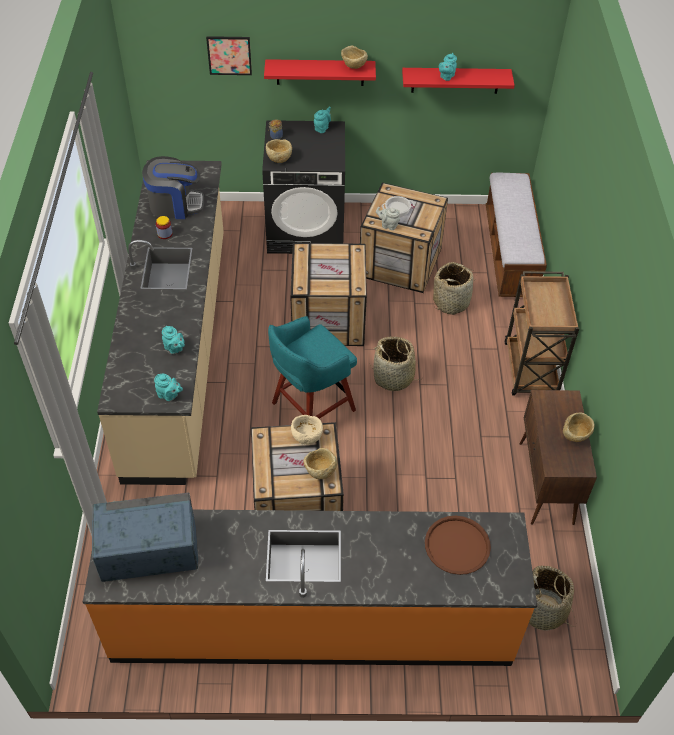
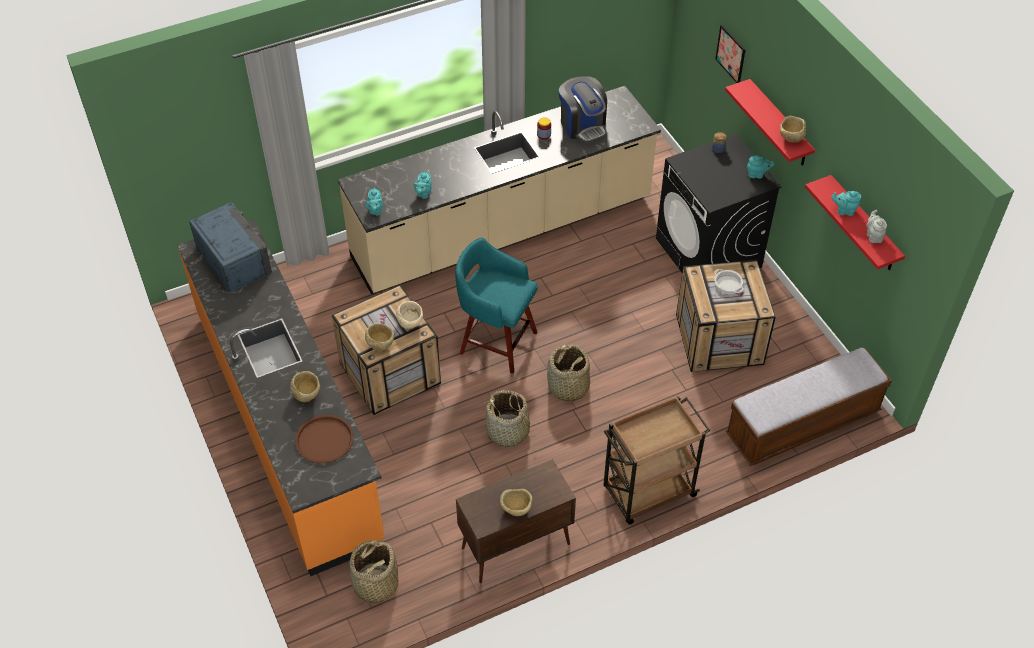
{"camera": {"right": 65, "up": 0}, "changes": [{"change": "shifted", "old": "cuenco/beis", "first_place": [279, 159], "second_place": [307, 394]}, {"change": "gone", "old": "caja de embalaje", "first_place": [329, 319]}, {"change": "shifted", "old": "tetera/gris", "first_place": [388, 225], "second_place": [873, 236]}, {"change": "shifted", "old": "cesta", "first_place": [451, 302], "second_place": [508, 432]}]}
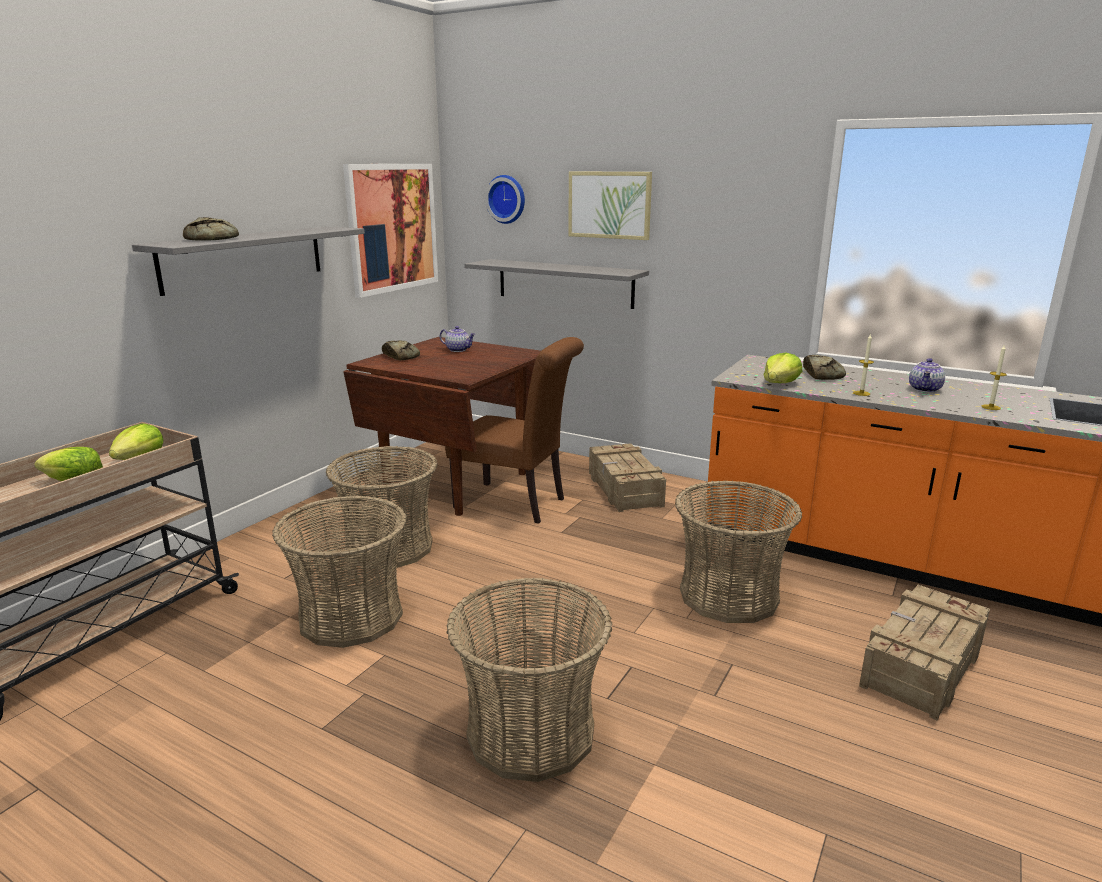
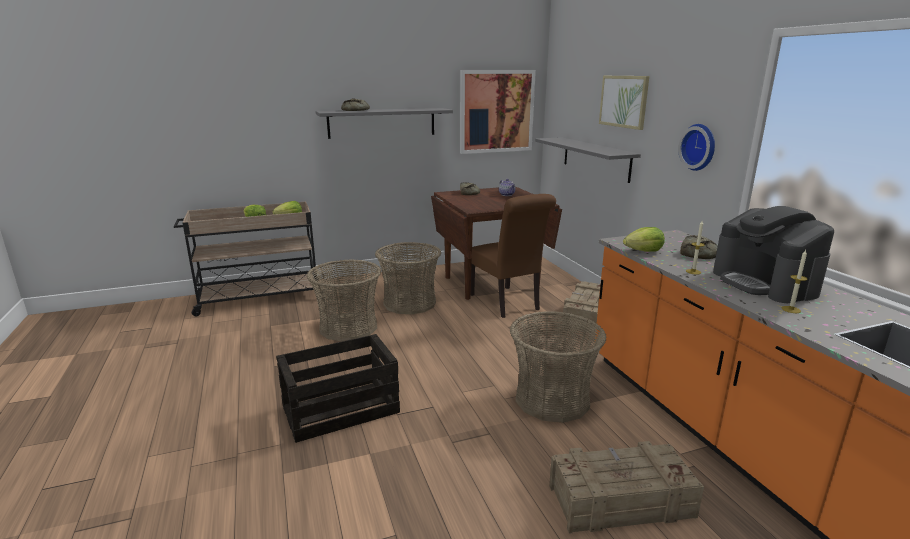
{"camera": {"right": 40, "up": 0}, "changes": [{"change": "swapped", "old": "cesta", "new": "caja de embalaje", "first_place": [530, 732], "second_place": [341, 409]}, {"change": "shifted", "old": "reloj de pared", "first_place": [507, 199], "second_place": [700, 147]}, {"change": "swapped", "old": "tetera", "new": "cafetera", "first_place": [925, 389], "second_place": [765, 283]}]}
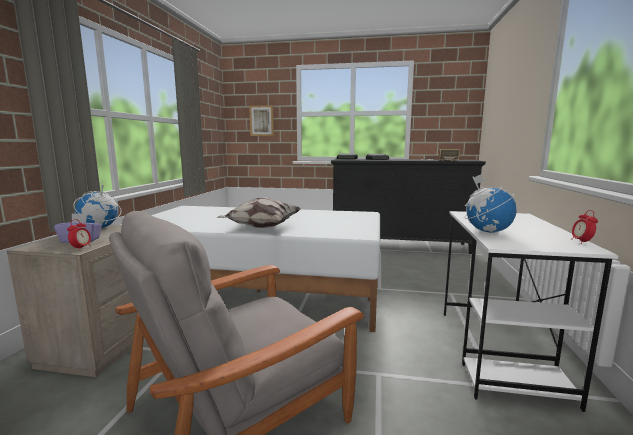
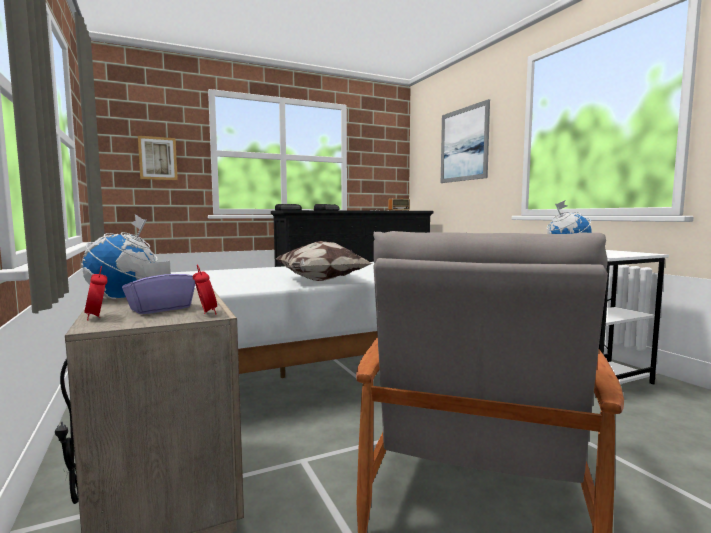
{"camera": {"right": -35, "up": -5}, "changes": [{"change": "shifted", "old": "despertador", "first_place": [581, 242], "second_place": [97, 317]}, {"change": "new", "new": "cuadro", "second_place": [464, 144]}]}
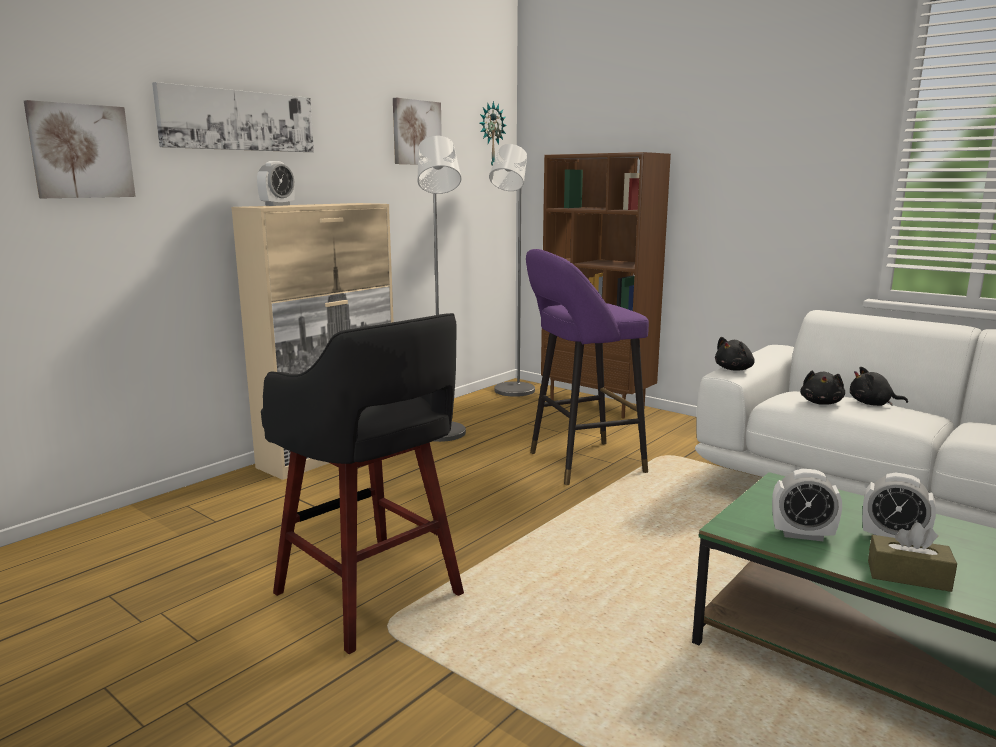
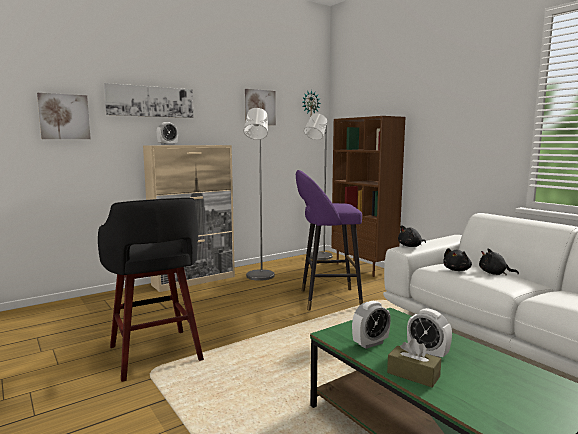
{"camera": {"right": 15, "up": -5}, "changes": [{"change": "rotated", "old": "despertador", "first_place": [802, 535], "second_place": [370, 343], "degrees": -60}]}
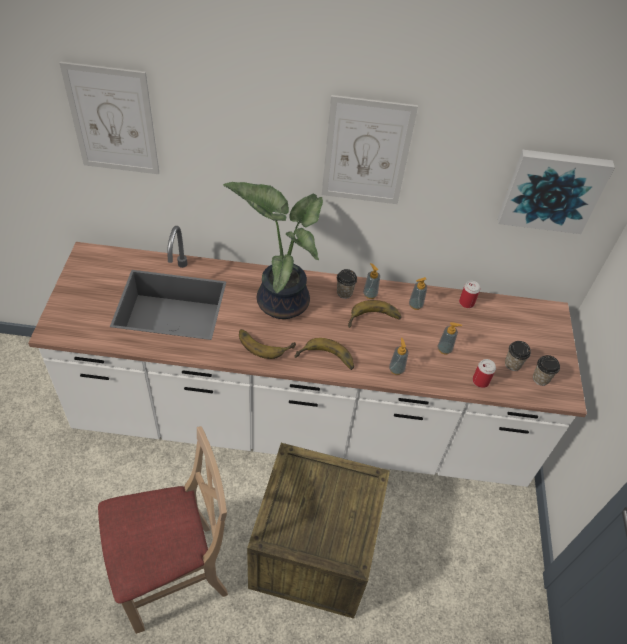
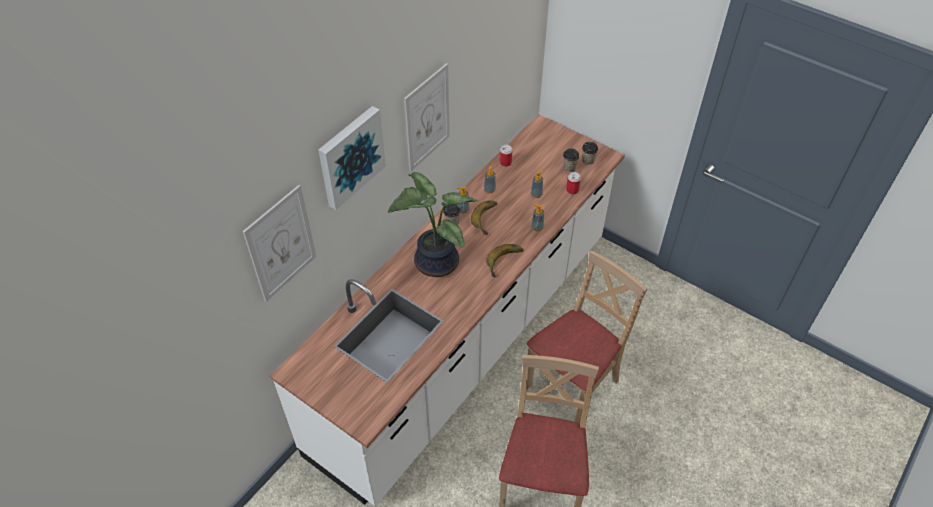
{"camera": {"right": -55, "up": 0}, "changes": [{"change": "gone", "old": "plátano", "first_place": [265, 342]}, {"change": "swapped", "old": "caja de embalaje", "new": "silla/beis", "first_place": [313, 551], "second_place": [573, 385]}, {"change": "shifted", "old": "cuadro", "first_place": [552, 190], "second_place": [350, 156]}]}
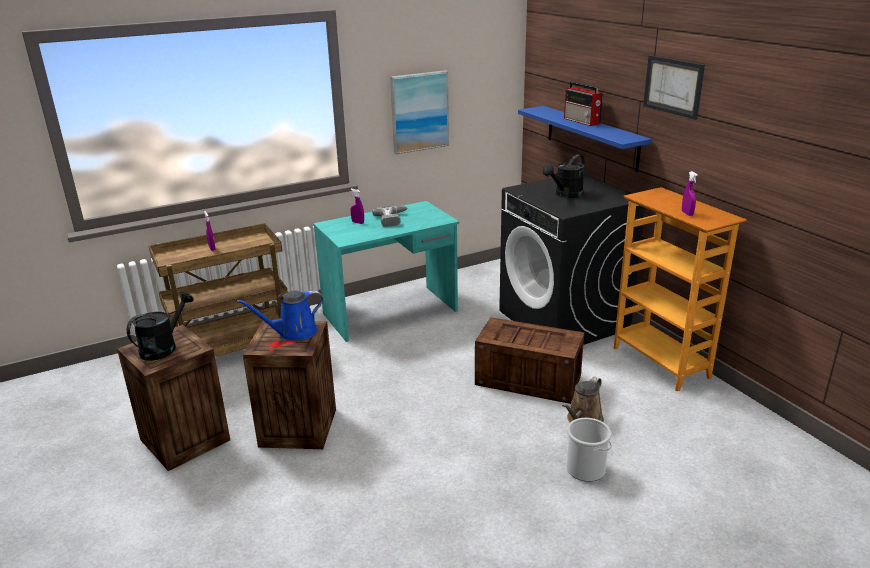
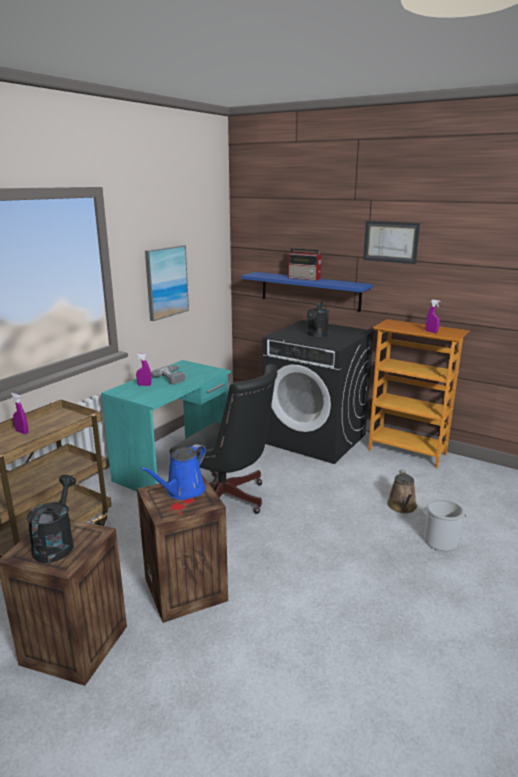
{"camera": {"right": -30, "up": -5}, "changes": [{"change": "gone", "old": "caja de embalaje", "first_place": [529, 380]}, {"change": "new", "new": "silla de oficina/negro", "second_place": [227, 500]}]}
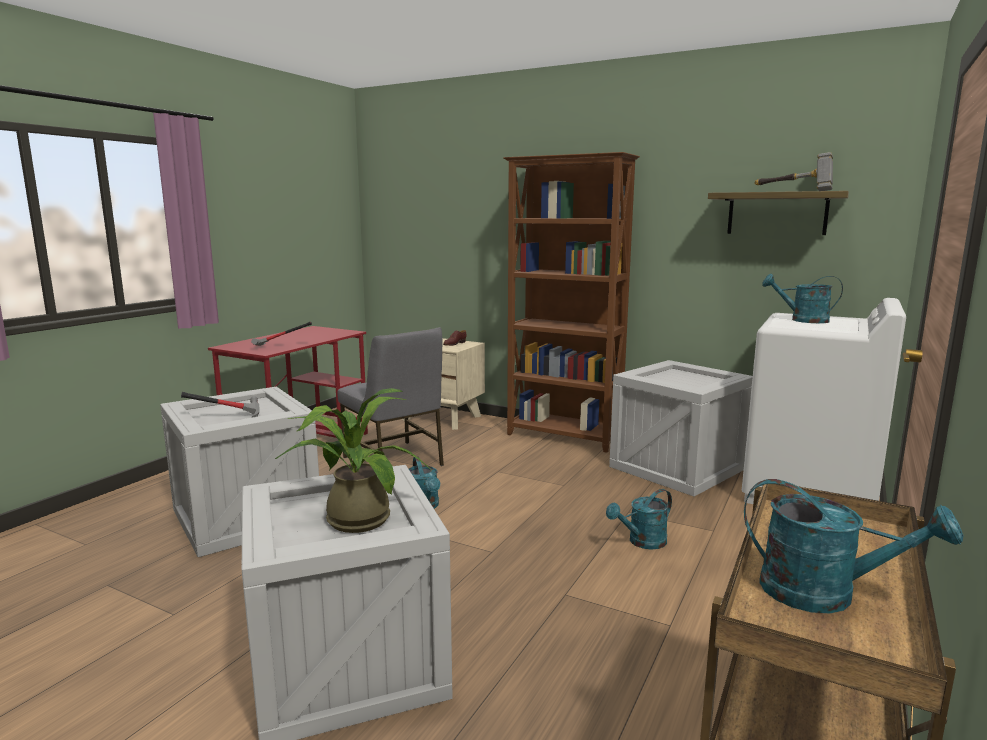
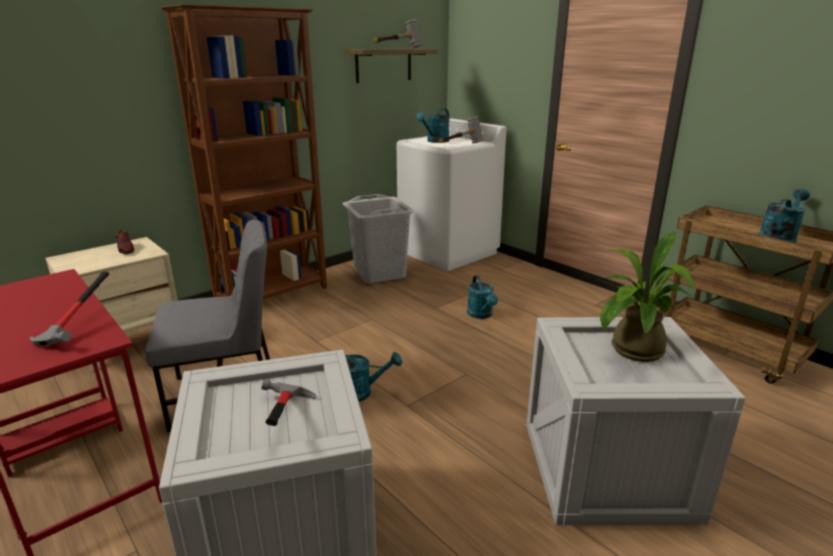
{"camera": {"right": -70, "up": 10}, "changes": [{"change": "swapped", "old": "caja de embalaje", "new": "cesto de la ropa/gris", "first_place": [677, 468], "second_place": [380, 273]}, {"change": "new", "new": "martillo", "second_place": [461, 145]}]}
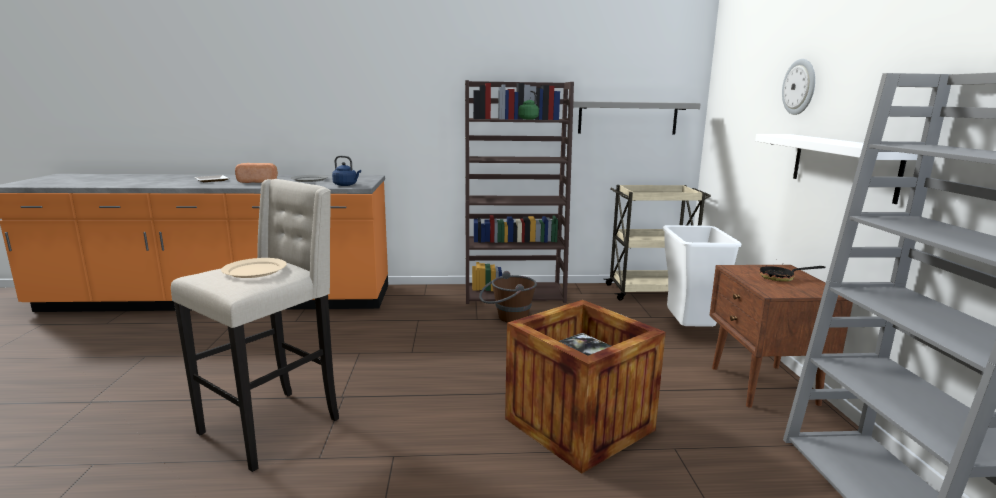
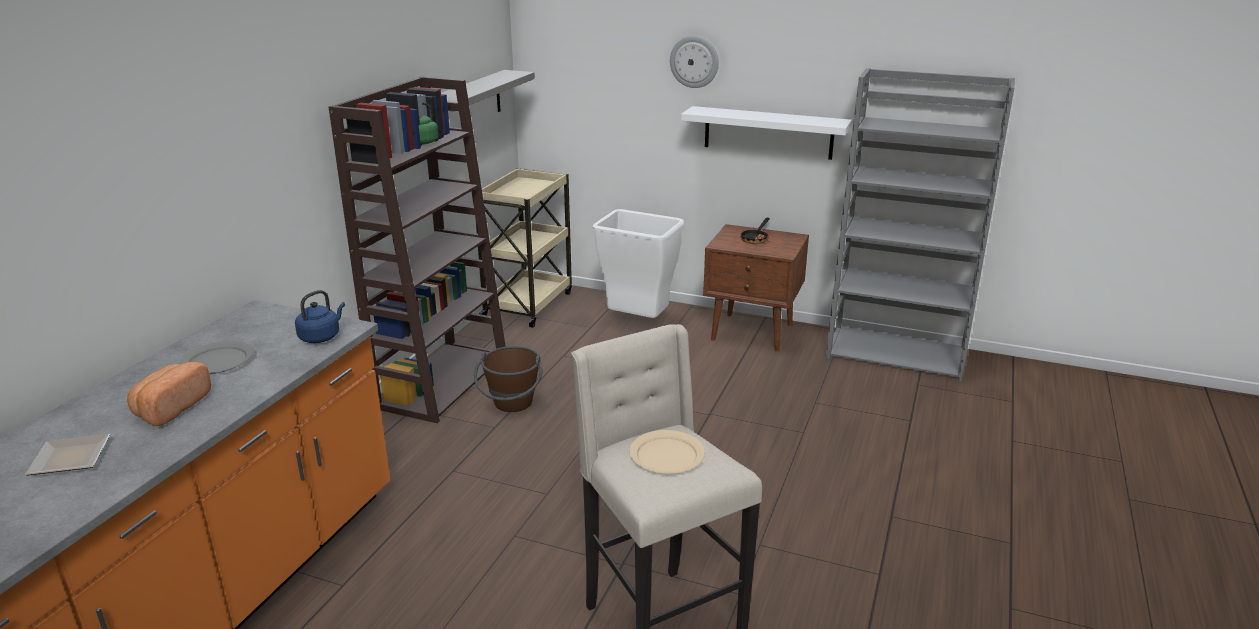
{"camera": {"right": -65, "up": 10}, "changes": [{"change": "gone", "old": "caja de embalaje", "first_place": [579, 424]}]}
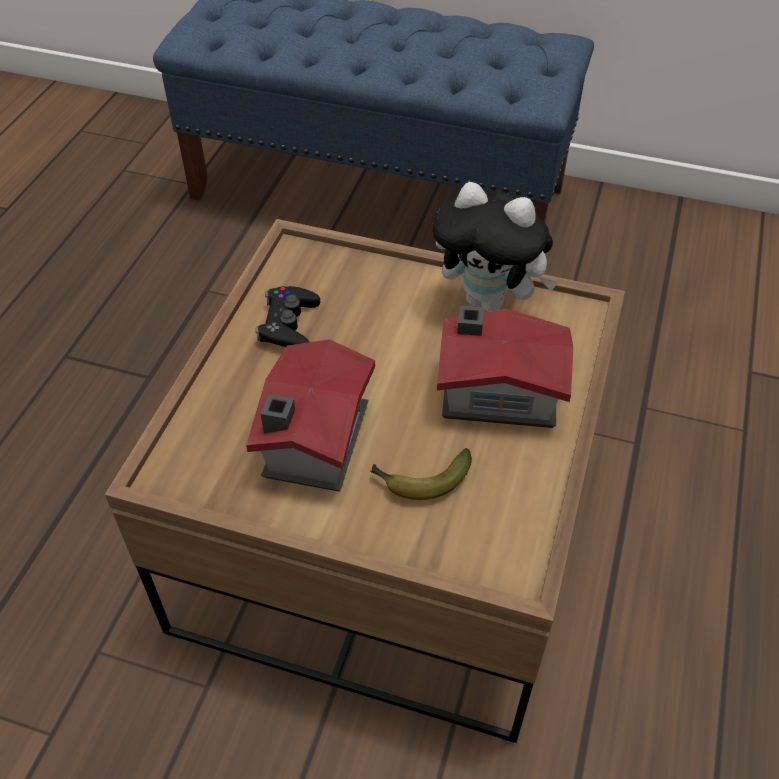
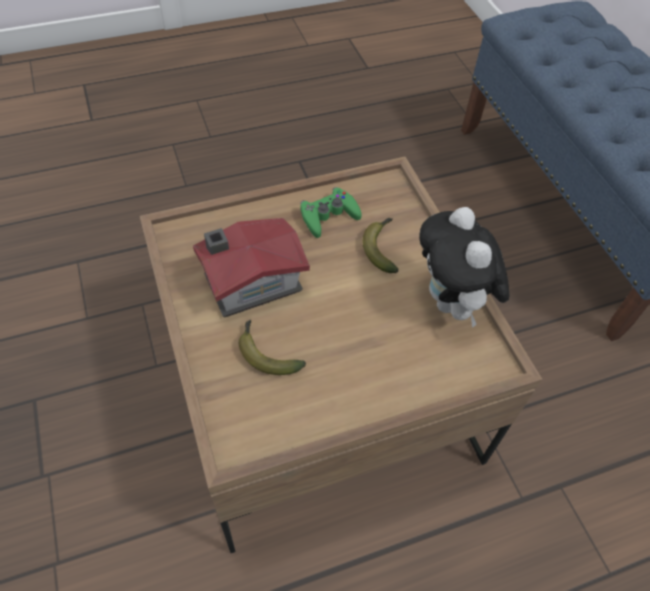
{"camera": {"right": 50, "up": 5}, "changes": [{"change": "repainted", "old": "mando de consola/negro", "new": "mando de consola/verde", "first_place": [289, 325], "second_place": [328, 216]}, {"change": "gone", "old": "casita", "first_place": [496, 392]}, {"change": "new", "new": "plátano", "second_place": [381, 247]}]}
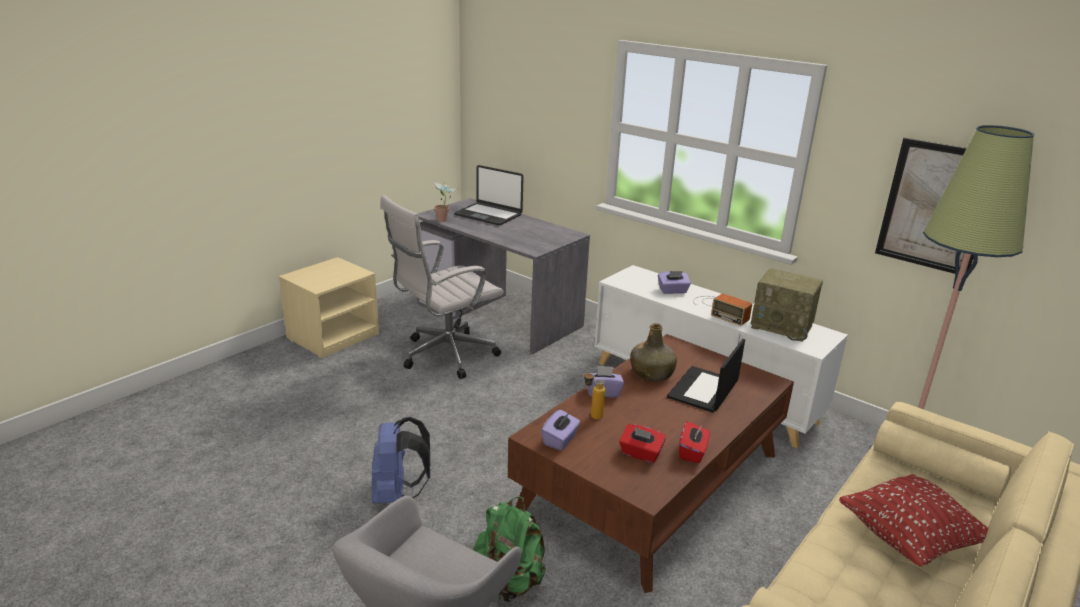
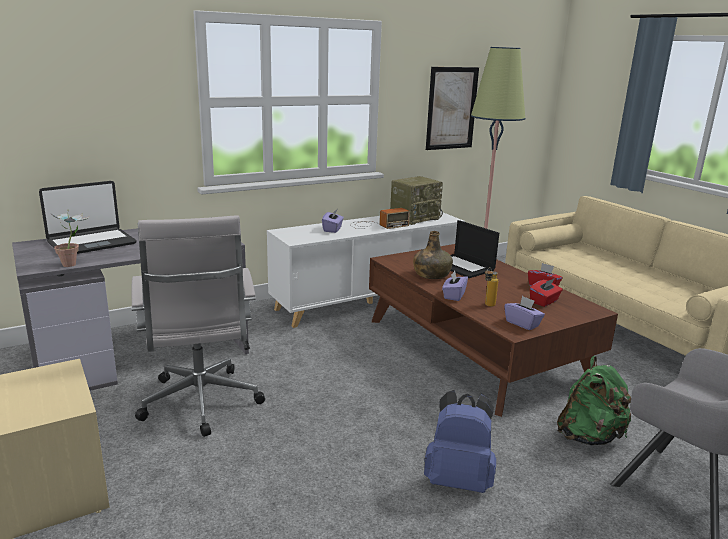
{"camera": {"right": -70, "up": -5}, "changes": [{"change": "gone", "old": "cojín/rojo", "first_place": [908, 539]}]}
